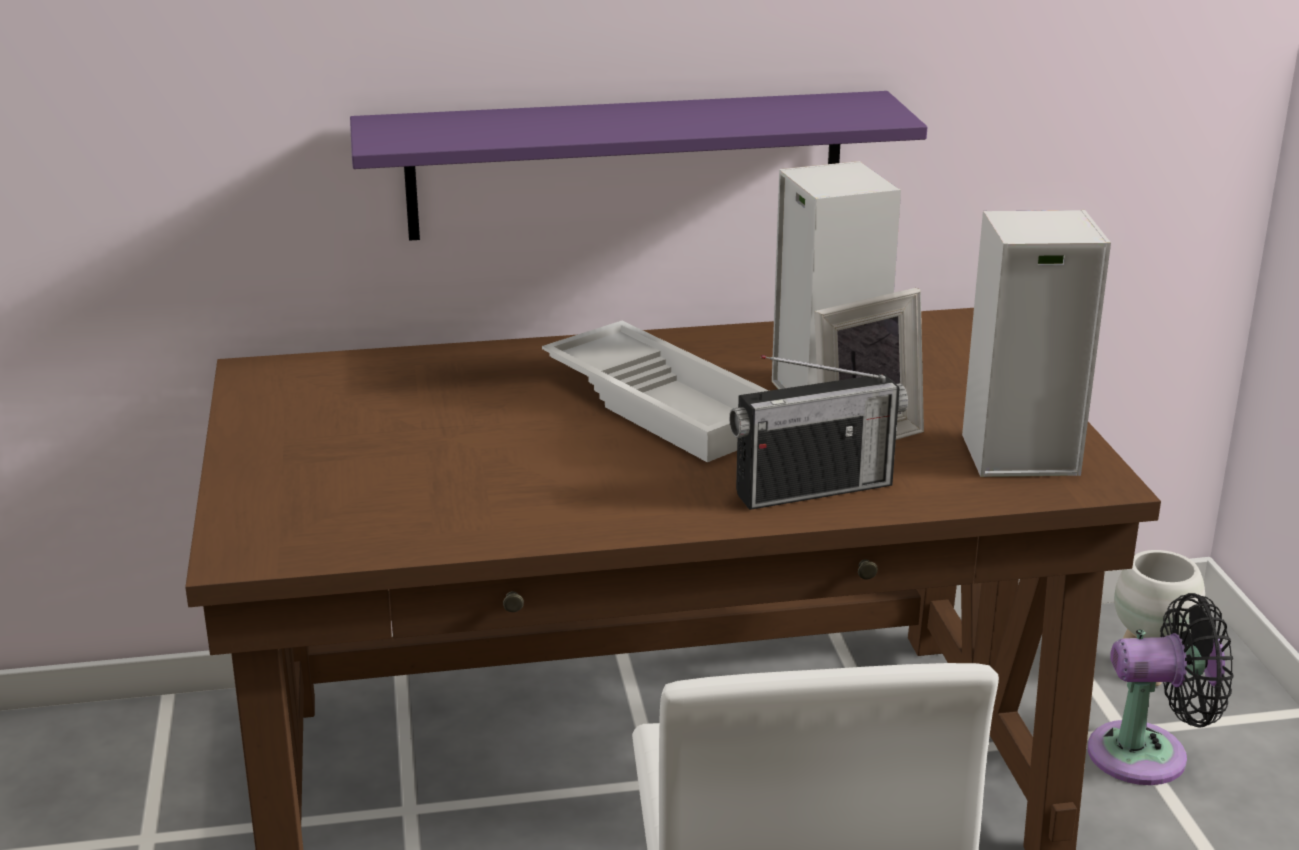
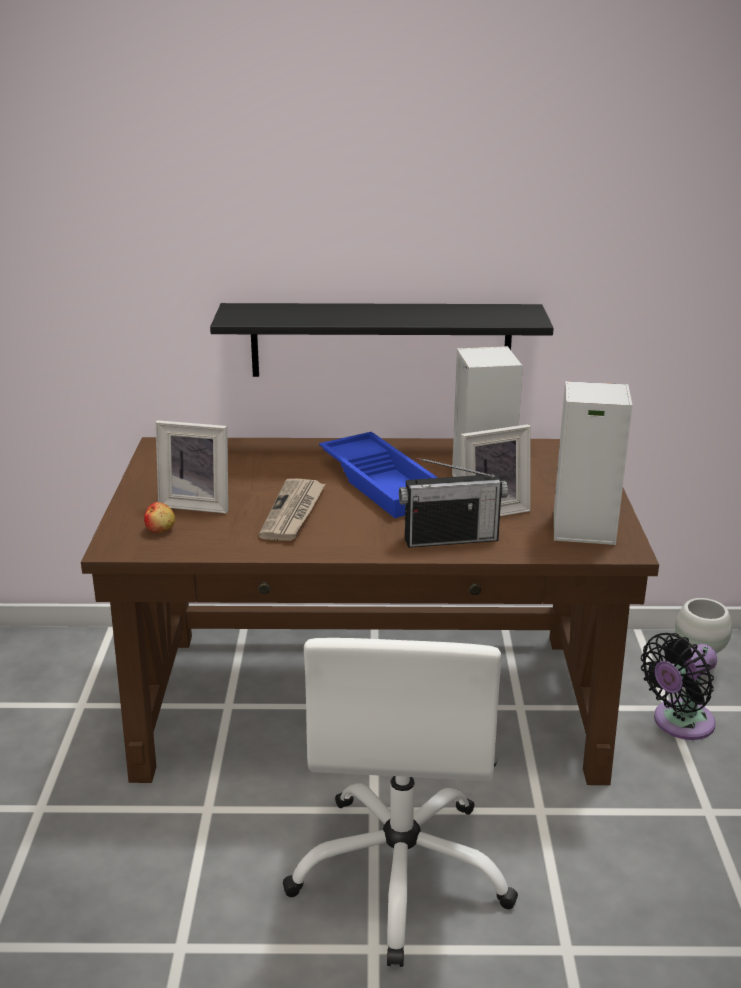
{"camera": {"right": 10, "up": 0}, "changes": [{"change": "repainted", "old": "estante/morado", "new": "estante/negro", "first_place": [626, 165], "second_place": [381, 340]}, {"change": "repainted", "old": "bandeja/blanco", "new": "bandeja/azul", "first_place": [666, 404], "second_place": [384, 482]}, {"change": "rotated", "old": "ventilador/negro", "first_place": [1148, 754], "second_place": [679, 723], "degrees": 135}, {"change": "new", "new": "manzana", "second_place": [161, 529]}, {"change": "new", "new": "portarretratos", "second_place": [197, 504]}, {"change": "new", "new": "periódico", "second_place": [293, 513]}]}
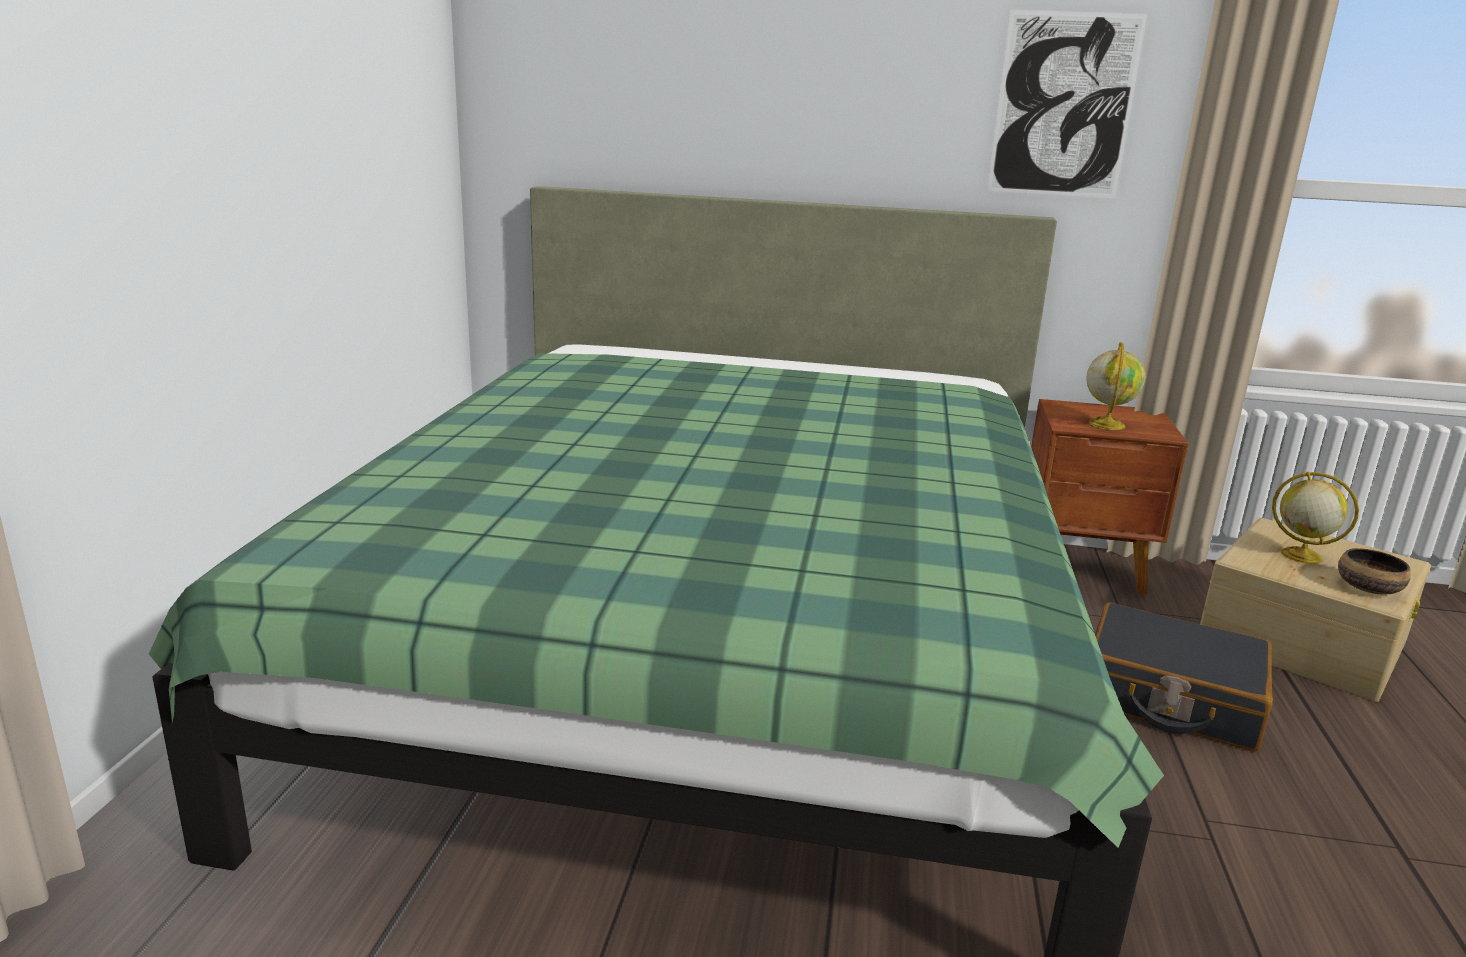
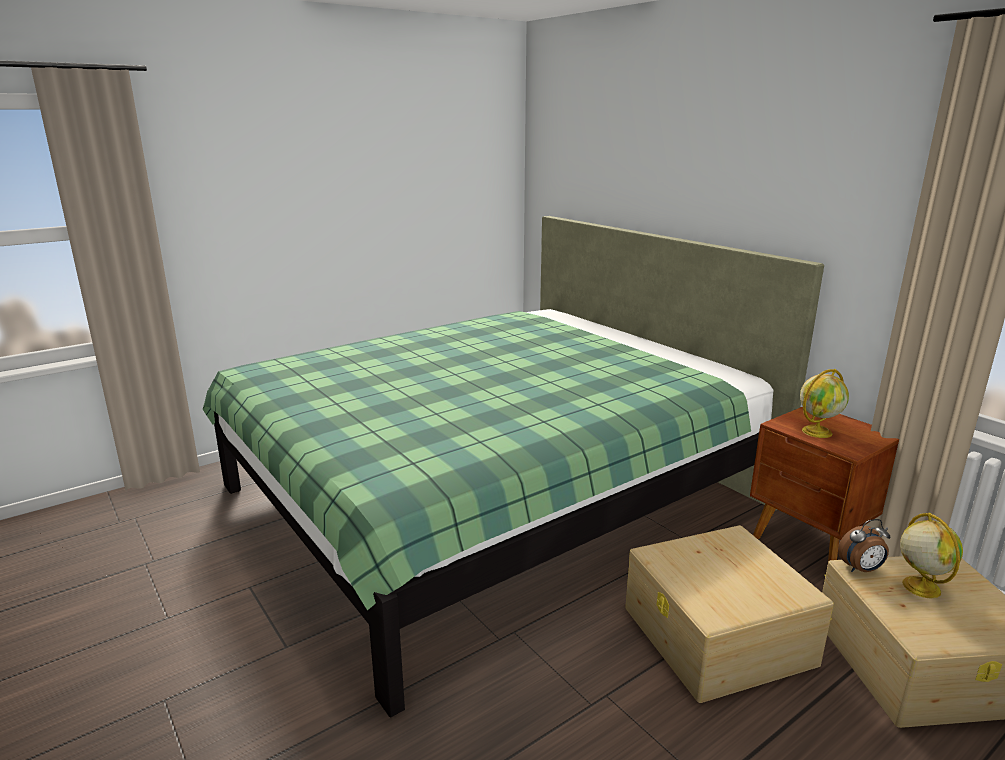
{"camera": {"right": 45, "up": 0}, "changes": [{"change": "gone", "old": "cuadro", "first_place": [1063, 106]}, {"change": "swapped", "old": "maleta/negro", "new": "caja de almacenaje/beis", "first_place": [1170, 698], "second_place": [718, 636]}, {"change": "gone", "old": "cuenco", "first_place": [1367, 587]}, {"change": "new", "new": "despertador", "second_place": [861, 569]}]}
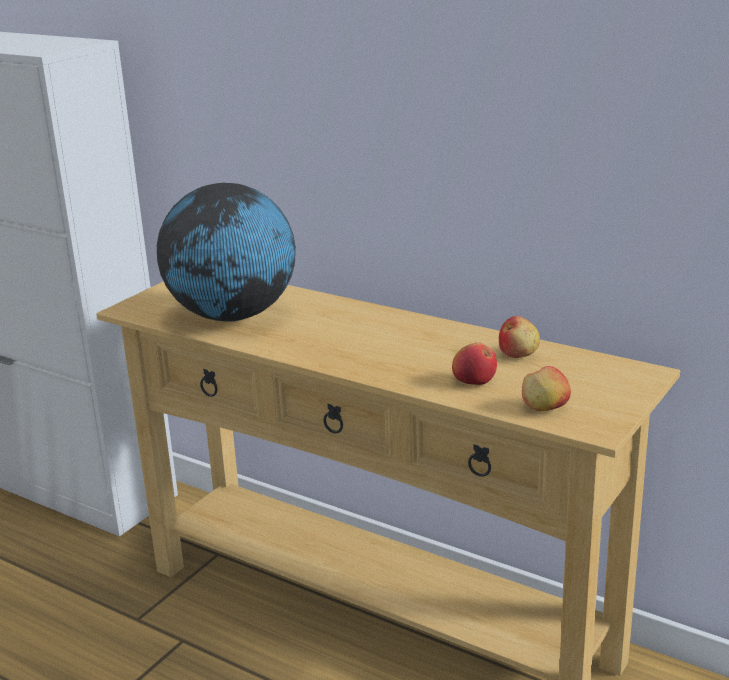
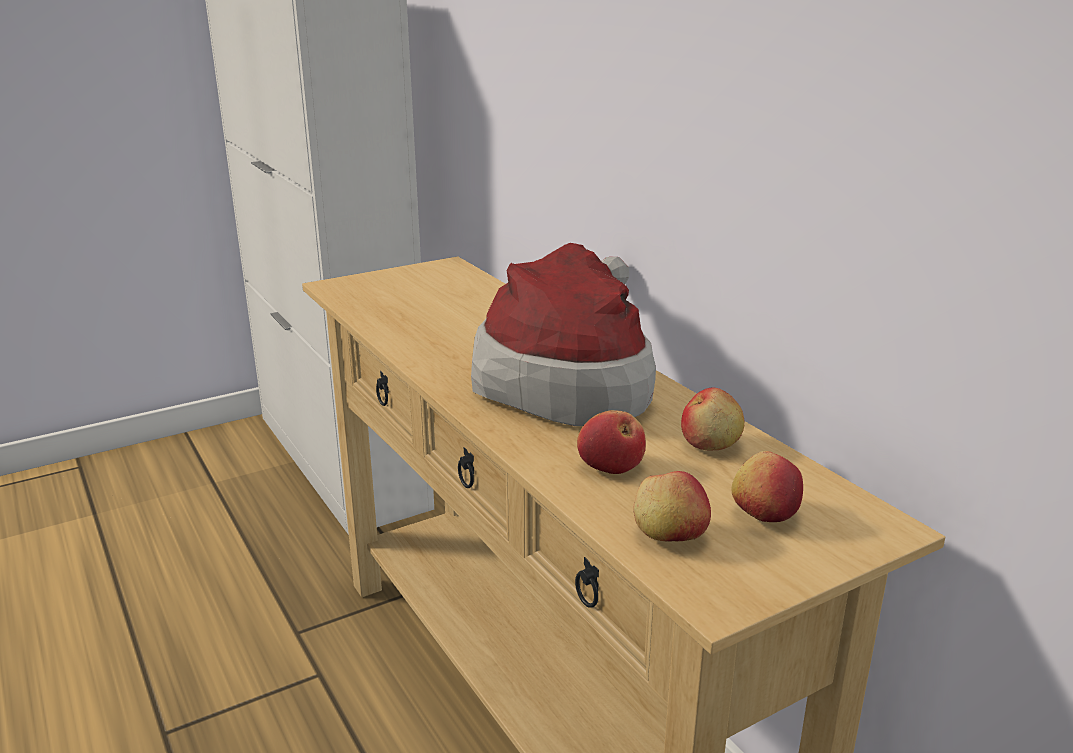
{"camera": {"right": 25, "up": 0}, "changes": [{"change": "gone", "old": "globo terráqueo", "first_place": [232, 316]}, {"change": "new", "new": "sombrero", "second_place": [570, 381]}, {"change": "new", "new": "manzana", "second_place": [764, 513]}]}
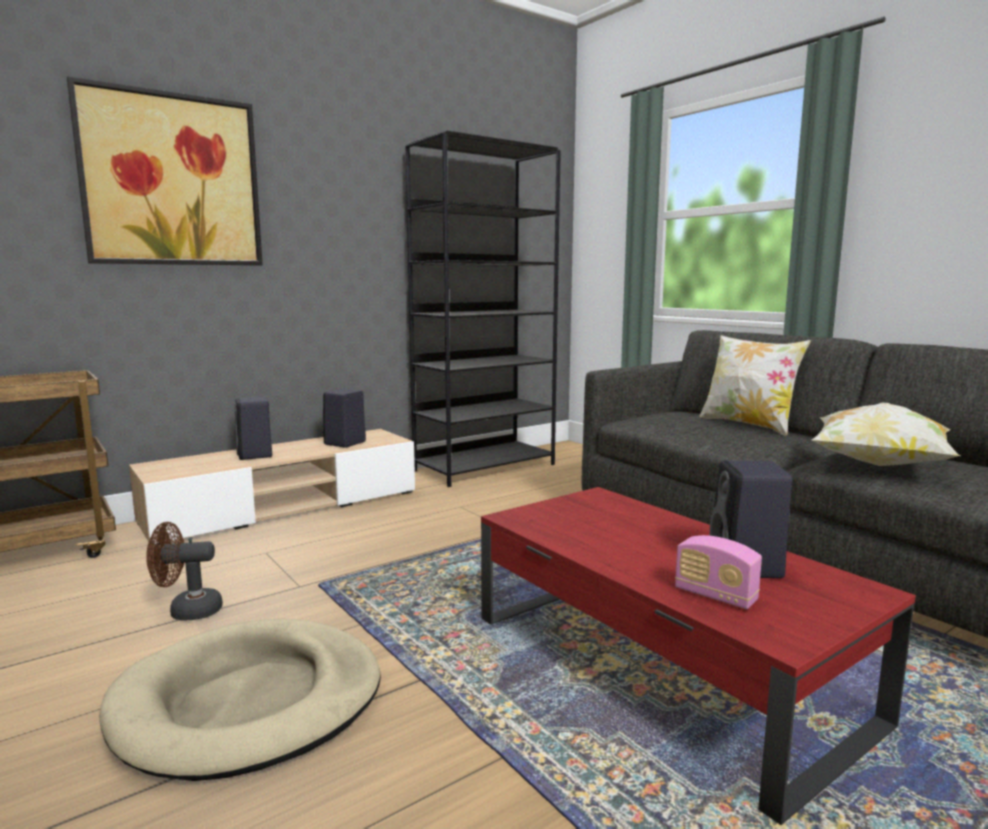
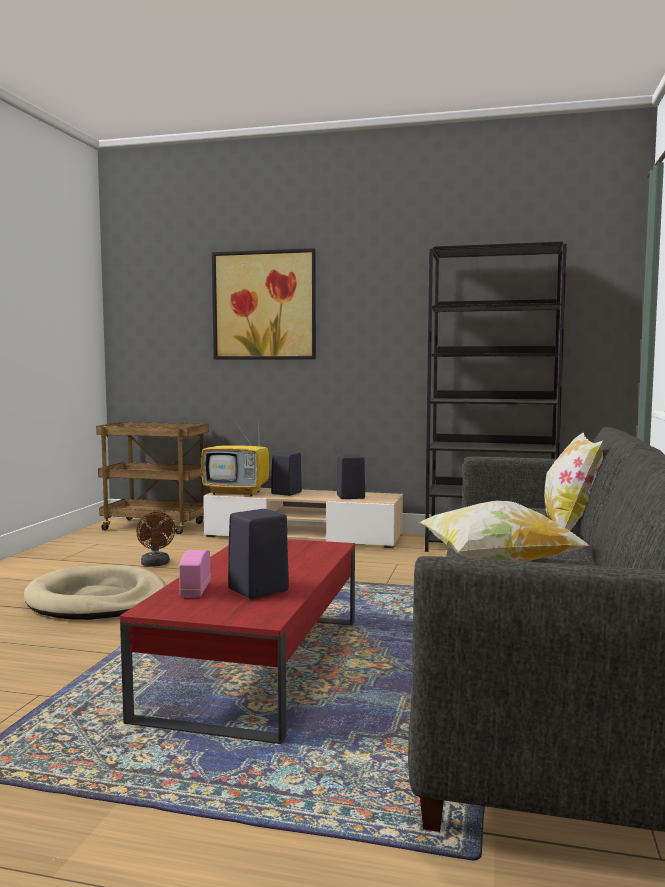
{"camera": {"right": 50, "up": -5}, "changes": [{"change": "rotated", "old": "ventilador/marrón", "first_place": [187, 611], "second_place": [156, 564], "degrees": -150}, {"change": "new", "new": "televisor", "second_place": [238, 493]}]}
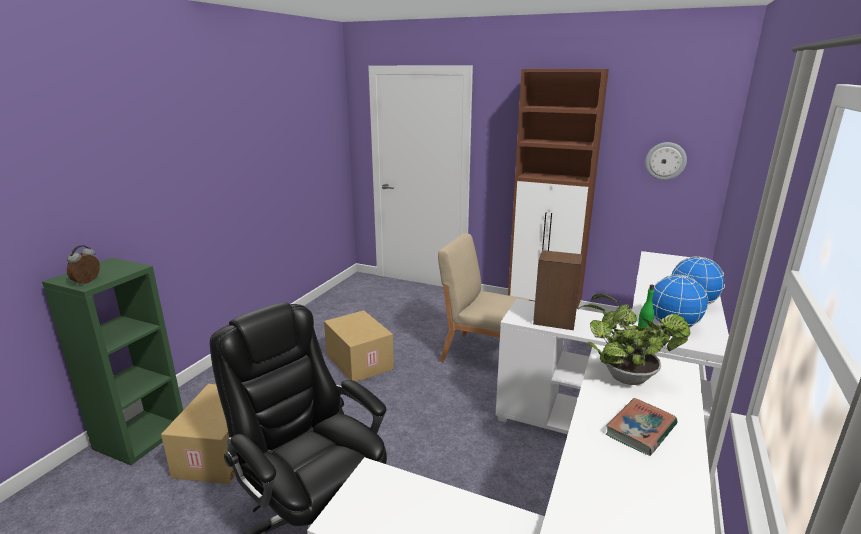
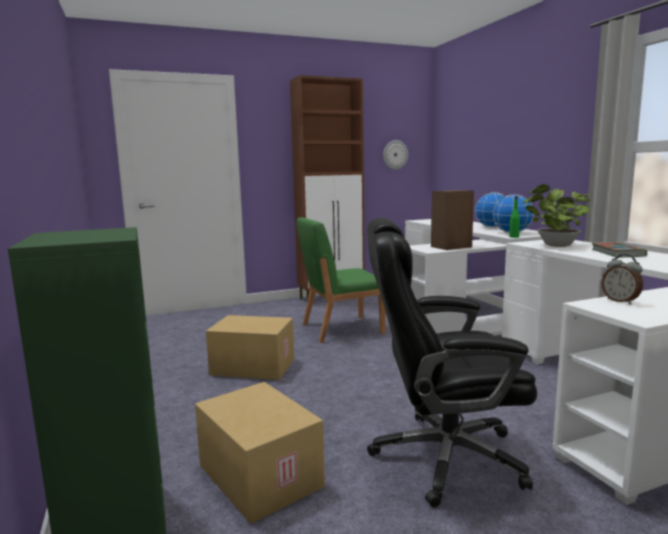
{"camera": {"right": -45, "up": -10}, "changes": [{"change": "shifted", "old": "despertador", "first_place": [88, 282], "second_place": [620, 301]}, {"change": "repainted", "old": "silla/beis", "new": "silla/verde", "first_place": [482, 354], "second_place": [341, 329]}]}
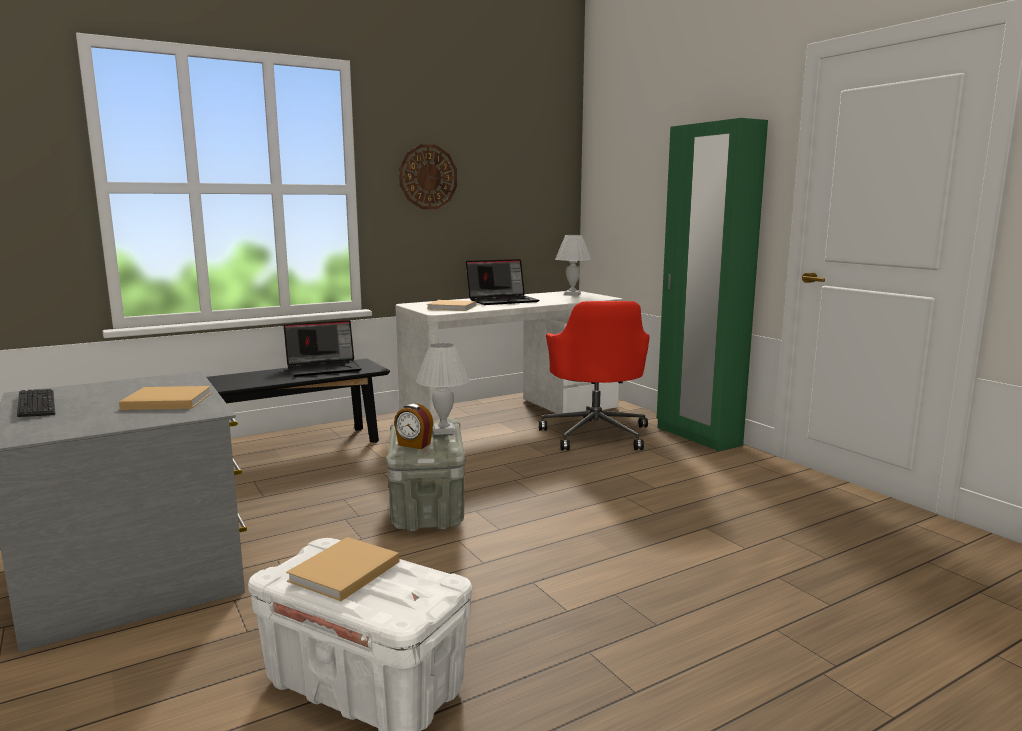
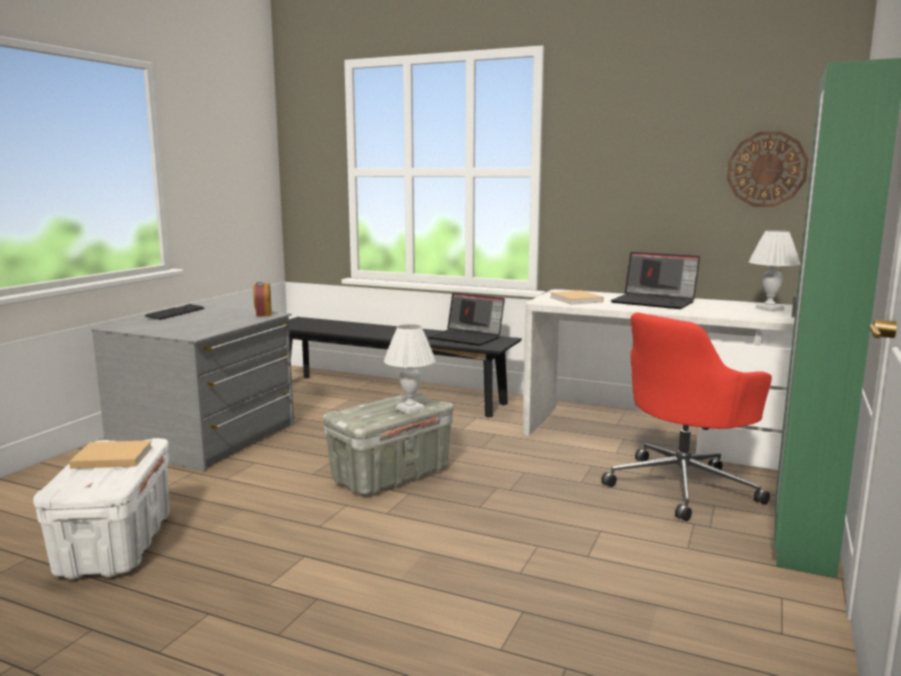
{"camera": {"right": 55, "up": 0}, "changes": [{"change": "gone", "old": "libro/beis", "first_place": [165, 401]}, {"change": "shifted", "old": "despertador", "first_place": [414, 445], "second_place": [263, 314]}, {"change": "shifted", "old": "reloj de pared", "first_place": [428, 177], "second_place": [766, 169]}]}
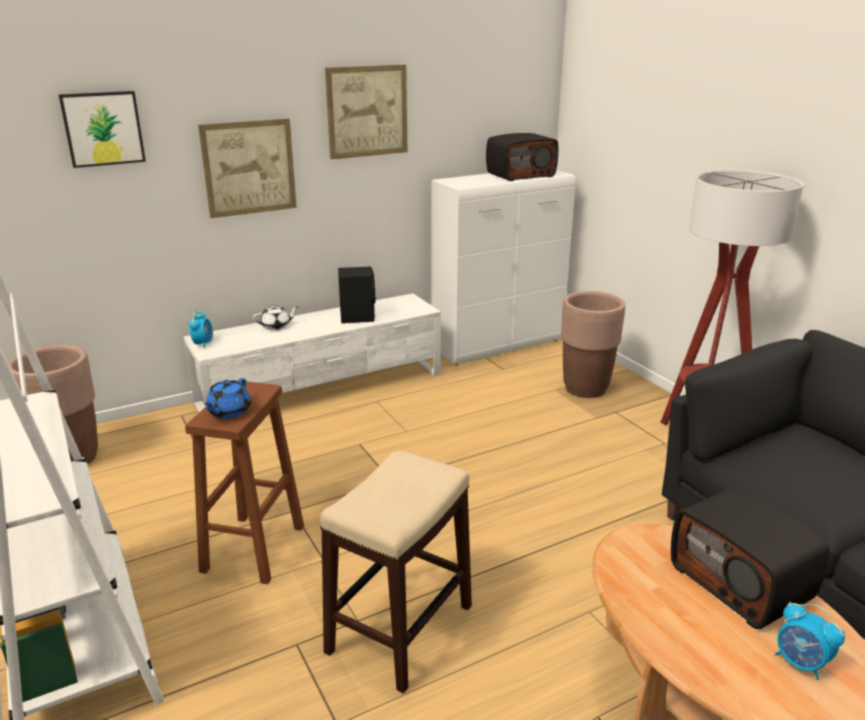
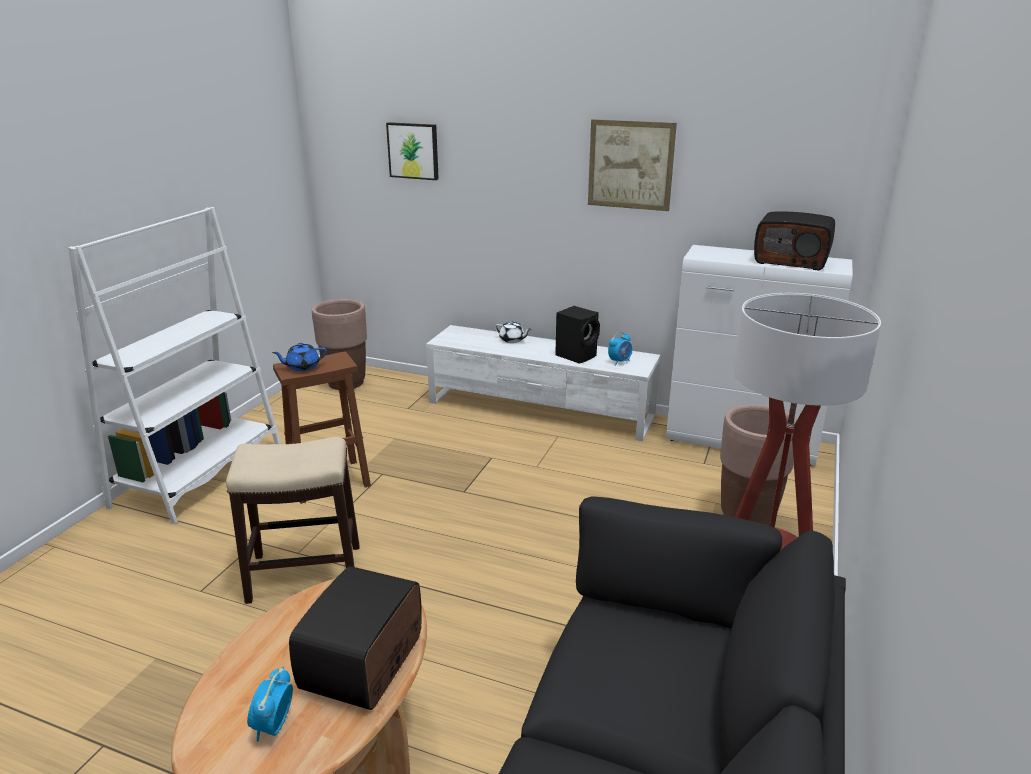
{"camera": {"right": 50, "up": 0}, "changes": [{"change": "shifted", "old": "despertador", "first_place": [203, 344], "second_place": [620, 361]}, {"change": "gone", "old": "cuadro", "first_place": [249, 167]}]}
